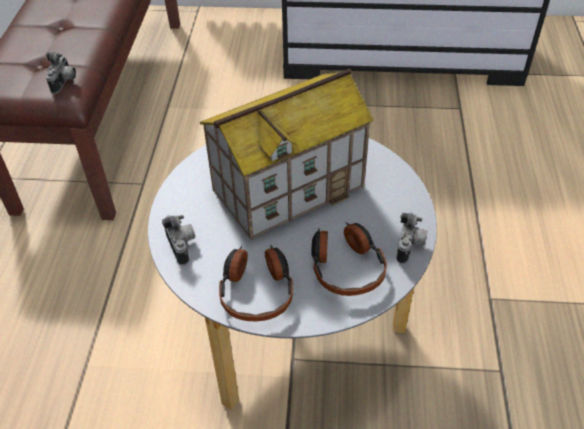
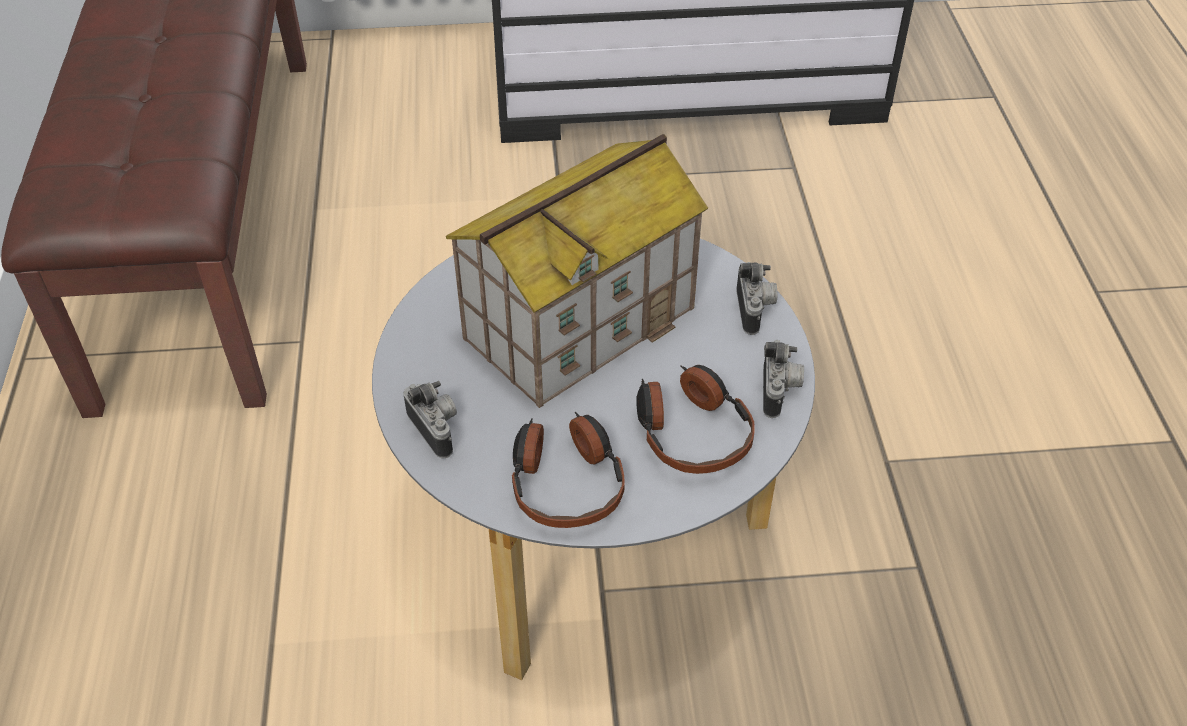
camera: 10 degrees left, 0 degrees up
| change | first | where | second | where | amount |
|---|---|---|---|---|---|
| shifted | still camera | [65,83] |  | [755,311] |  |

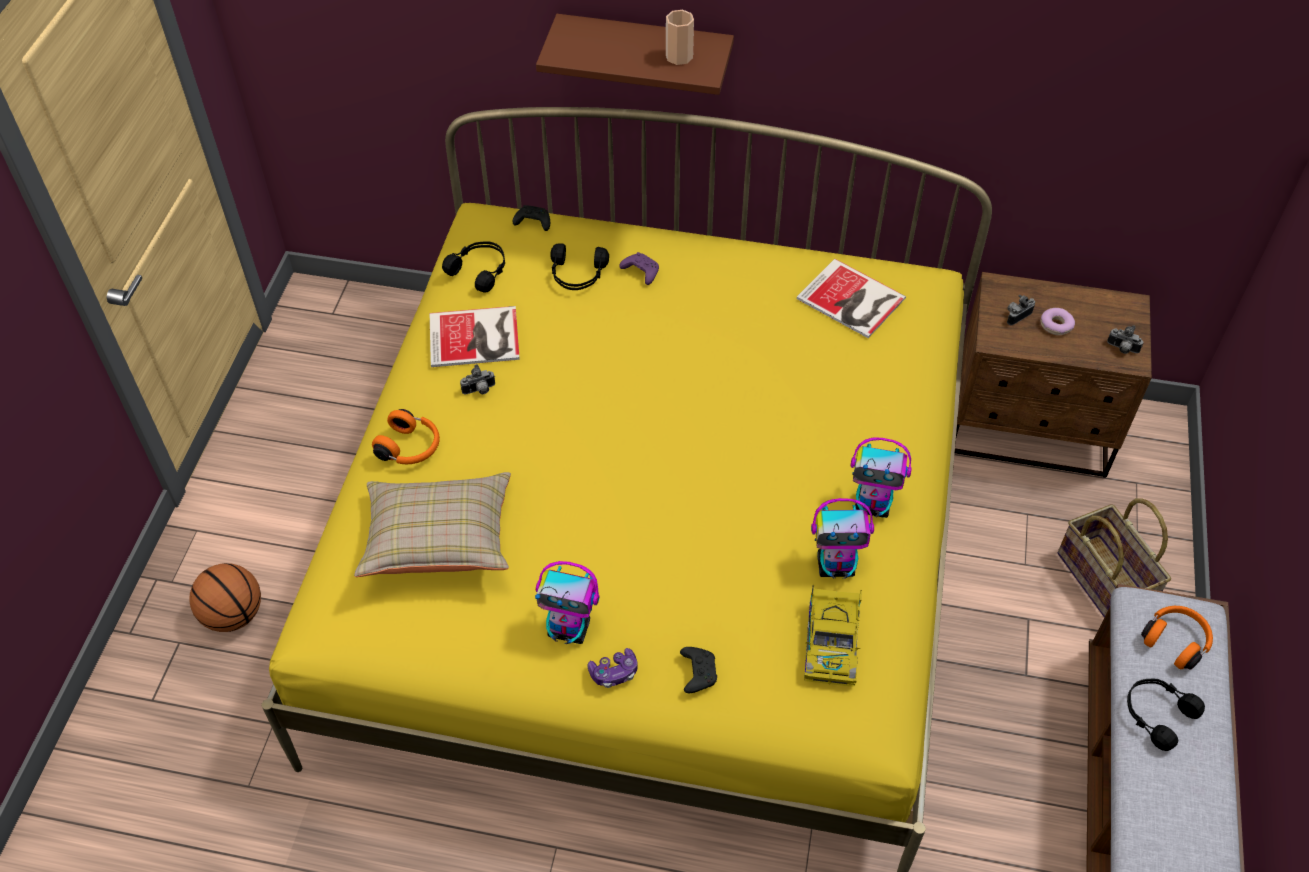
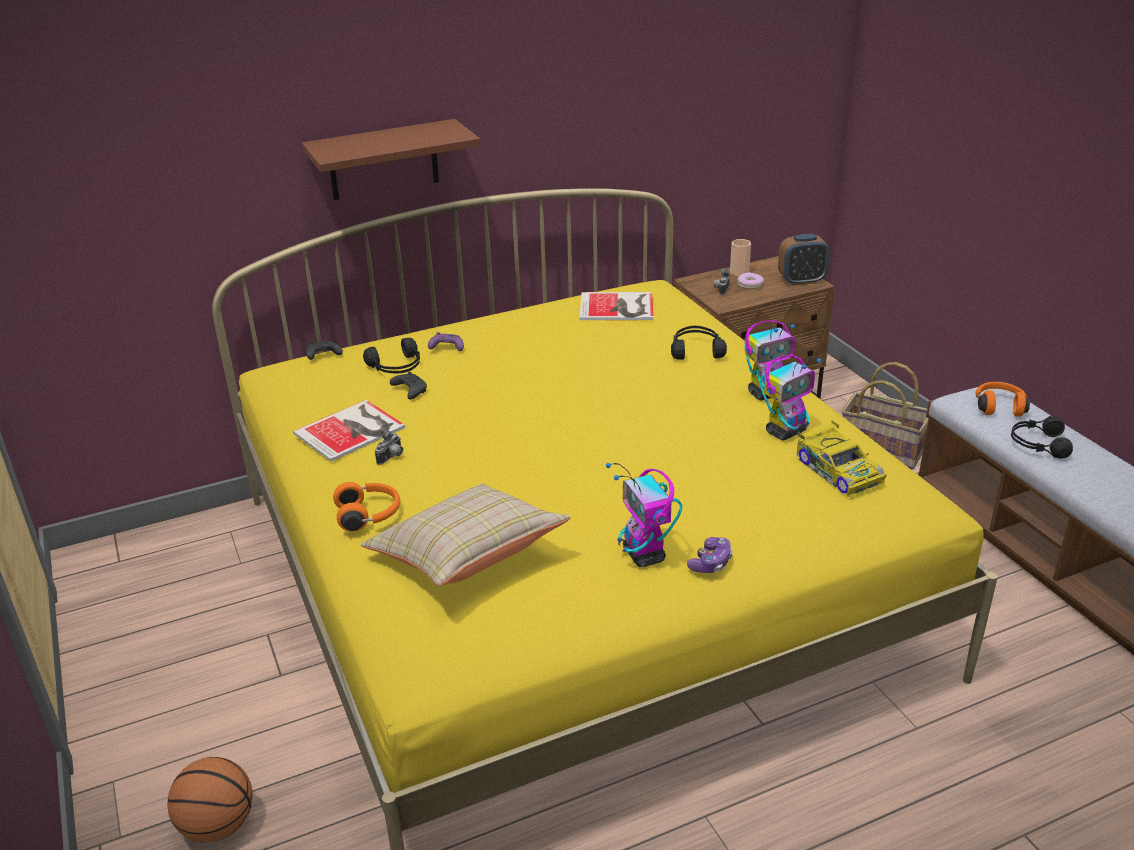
camera: 35 degrees left, 20 degrees down
| change | first | where | second | where | amount |
|---|---|---|---|---|---|
| shifted | gamepad (blackish) | [697,672] |  | [409,391] |  |
| rotated | robot figure | [570,629] |  | [644,555] | 90 degrees clockwise |
| shifted | pair of headphones (blackish) | [480,270] |  | [696,350] |  |
| shifted | drinking cup | [679,56] |  | [739,272] |  |
| swapped | still camera | [1122,349] | table clock | [801,281] |  |

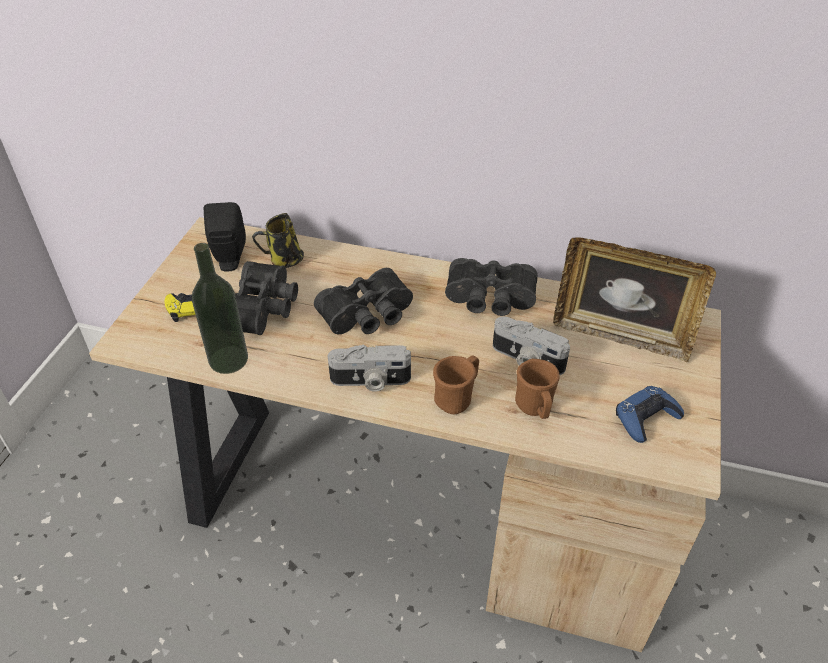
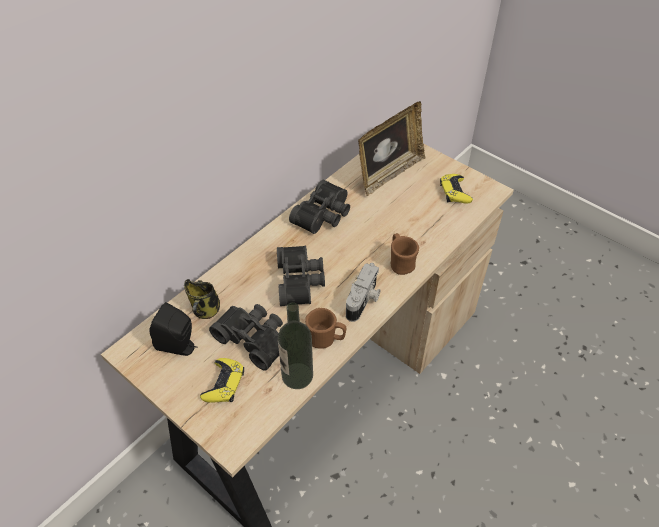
camera: 65 degrees left, 5 degrees up
| change | first | where | second | where | amount |
|---|---|---|---|---|---|
| shifted | coffee mug (brown) | [535,408] |  | [325,340] |  |
| repainted | gamepad (blue) | [646,418] | gamepad (yellow) | [455,192] |  |
| gone | still camera | [526,359] |  |  |  |

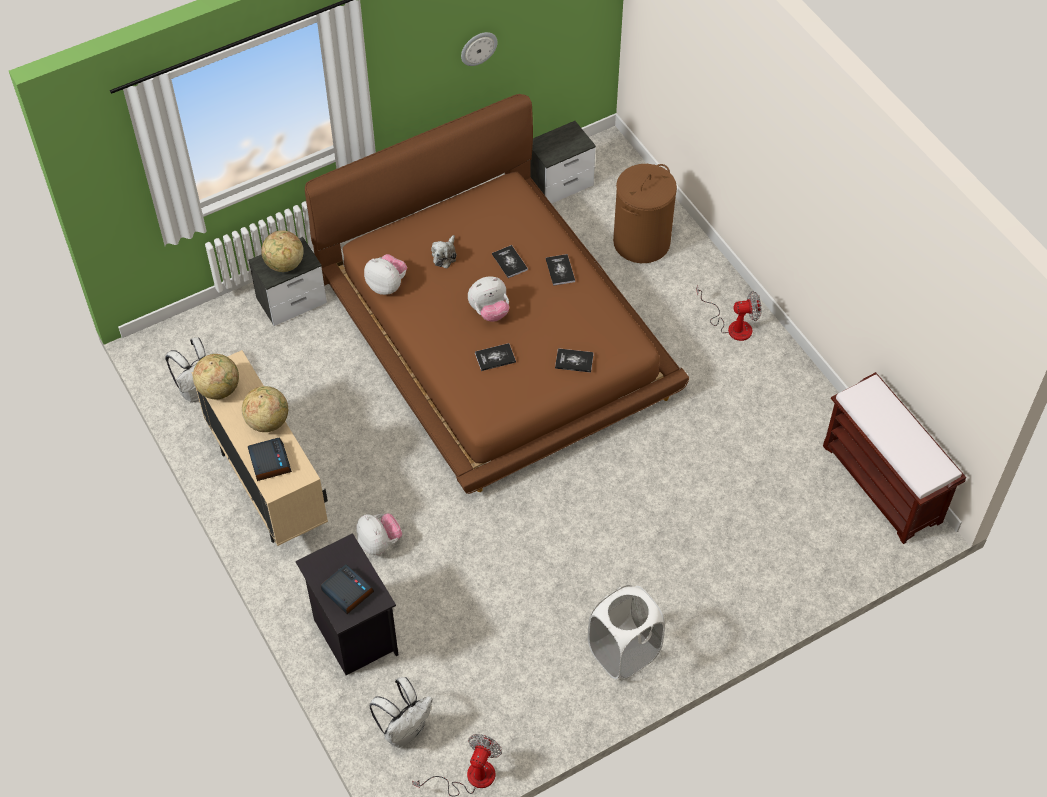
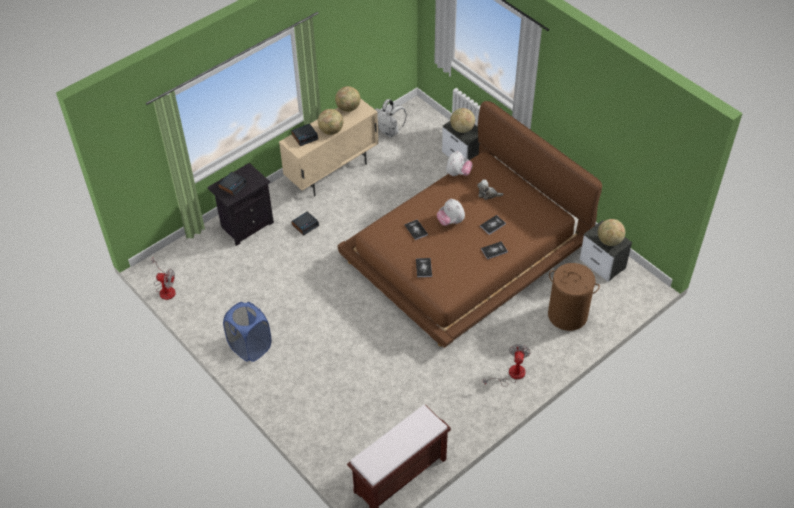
camera: 80 degrees right, 5 degrees down
| change | first | where | second | where | amount |
|---|---|---|---|---|---|
| repainted | washing basket (white-coloured) | [623,652] | washing basket (blue) | [250,347] |  |
| swapped | cuddly toy | [379,543] | table clock | [305,225] |  |
| rotated | fan | [732,326] |  | [511,375] | 150 degrees counterclockwise |
| new |  |  | desk globe | [609,241] |  |
| gone | rucksack (white-coloured) | [404,730] |  |  |  |
| gone | hanging clock | [478,48] |  |  |  |

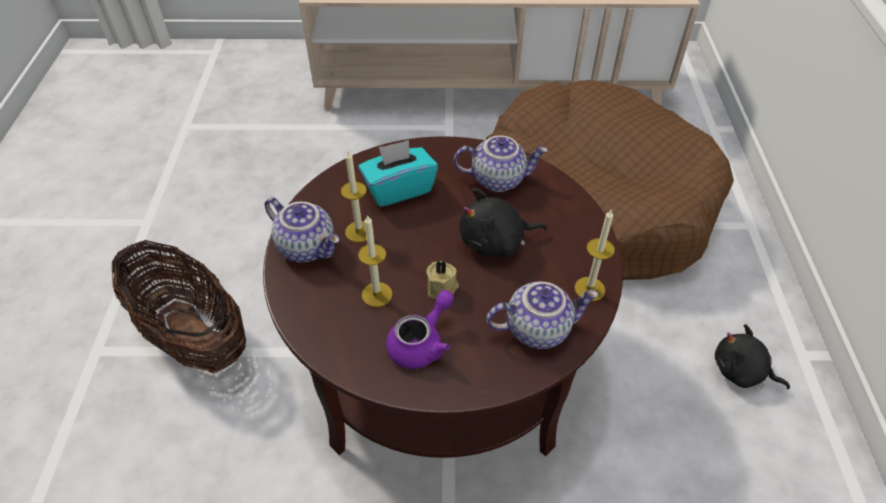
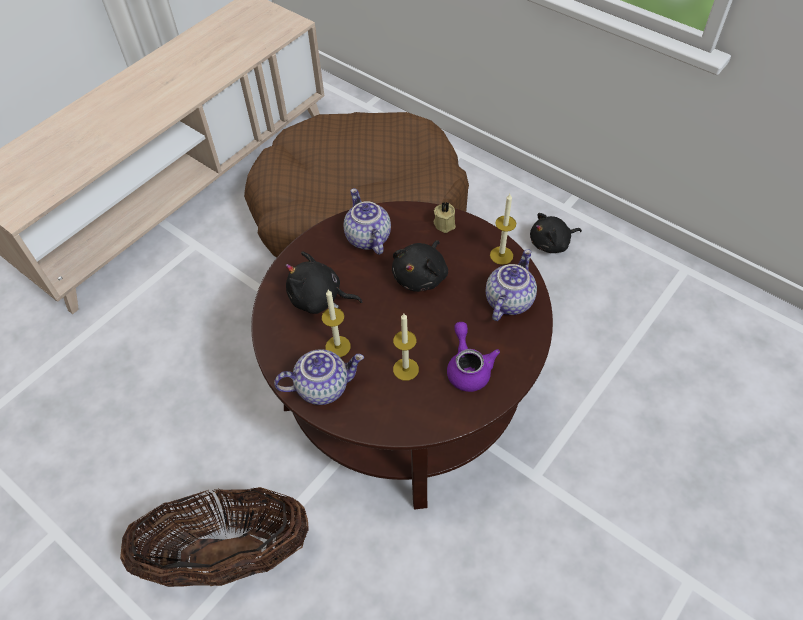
camera: 50 degrees left, 5 degrees up
| change | first | where | second | where | amount |
|---|---|---|---|---|---|
| swapped | box of tissues (blue-green) | [398,189] | cuddly toy (blackish) | [319,299] |  |
| rotated | pot for tea | [498,179] |  | [367,238] | 60 degrees counterclockwise |
| shifted | wax candle (beige-coloured) | [443,289] |  | [445,223] |  |

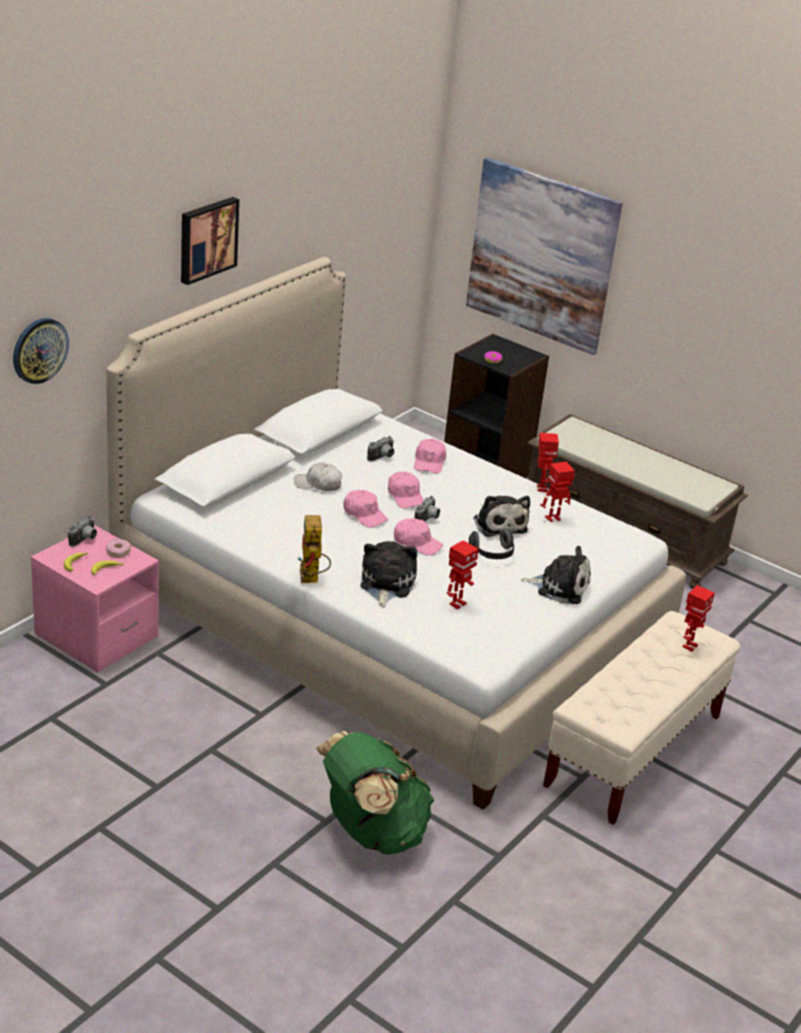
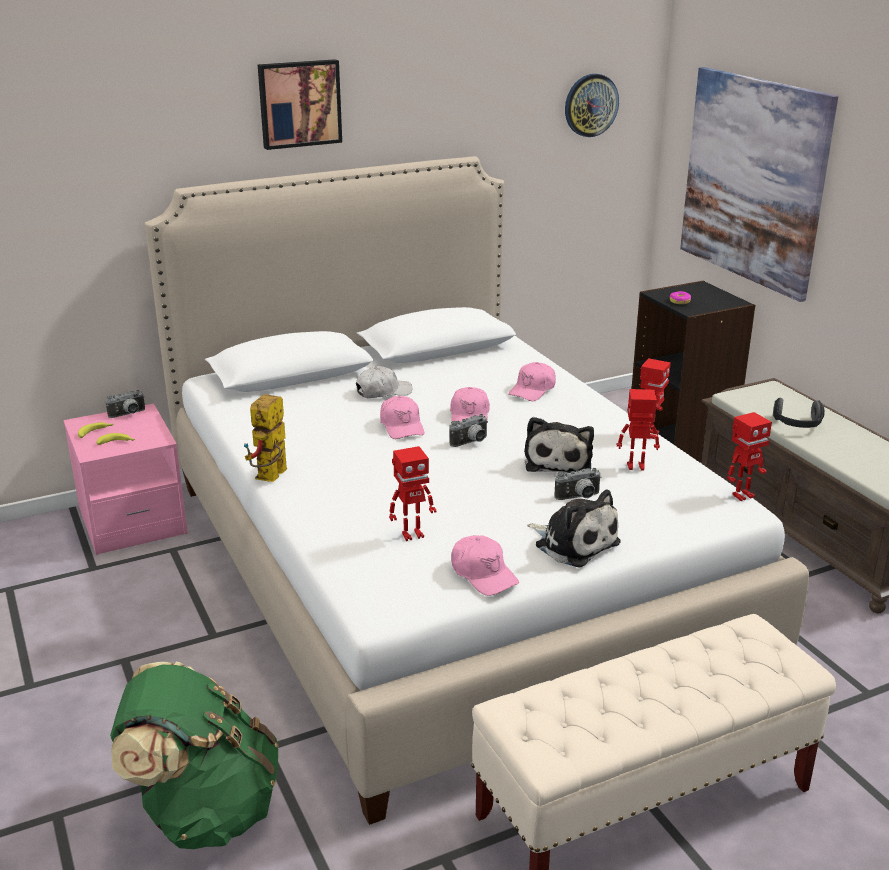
camera: 30 degrees right, 5 degrees down
| change | first | where | second | where | amount |
|---|---|---|---|---|---|
| rotated | peaked cap (white-coloured) | [318,484] |  | [383,392] | 120 degrees clockwise |
| shifted | peaked cap (pinkish) | [417,543] |  | [483,574] |  |
| shifted | still camera | [382,458] |  | [579,498] |  |
| shifted | hanging clock | [39,350] |  | [590,105] |  |
| shifted | robot figure | [689,646] |  | [742,495] |  |
| shifted | pair of headphones | [492,554] |  | [797,425] |  |
| gone | doughnut | [118,551] |  |  |  |
| gone | cuddly toy | [386,584] |  |  |  |

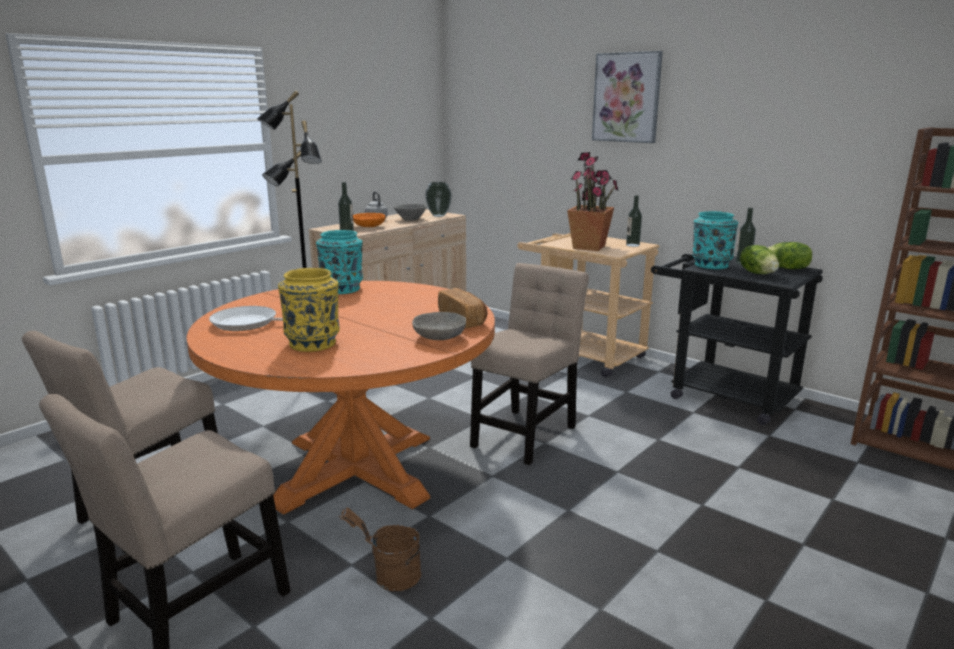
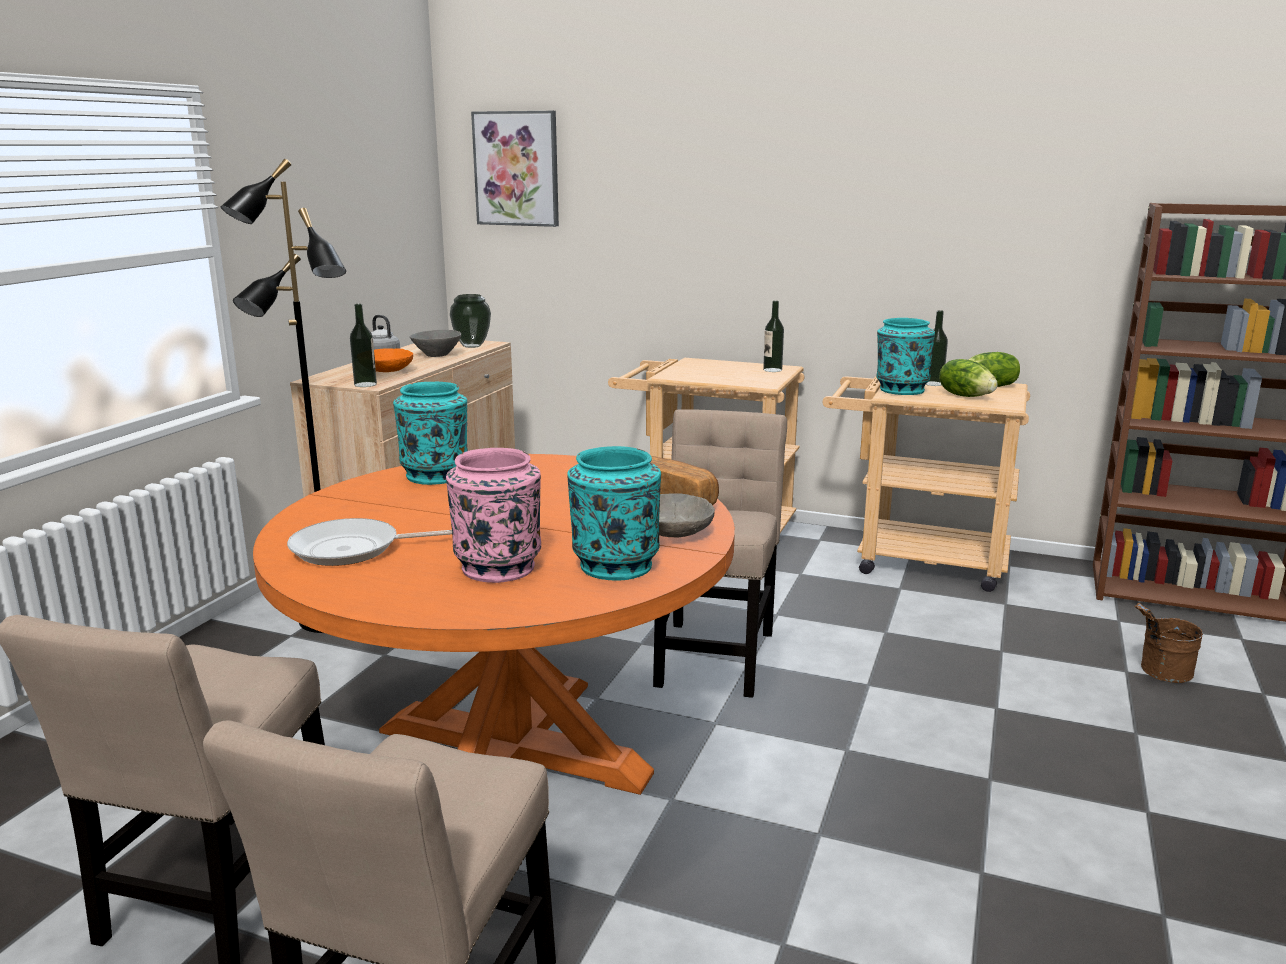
camera: 20 degrees left, 0 degrees up
| change | first | where | second | where | amount |
|---|---|---|---|---|---|
| repainted | flower vase (yellow) | [313,343] | flower vase (pinkish) | [497,567] |  |
| shifted | wall art | [626,97] |  | [516,169] |  |
| new |  |  | flower vase (blue-green) | [615,565] |  |
| repainted | wheeled cart (blackish) | [721,394] | wheeled cart (beige-coloured) | [916,560] |  |
| shifted | water bucket (brown) | [389,577] |  | [1160,673] |  |
| gone | plant in a pot | [589,247] |  |  |  |

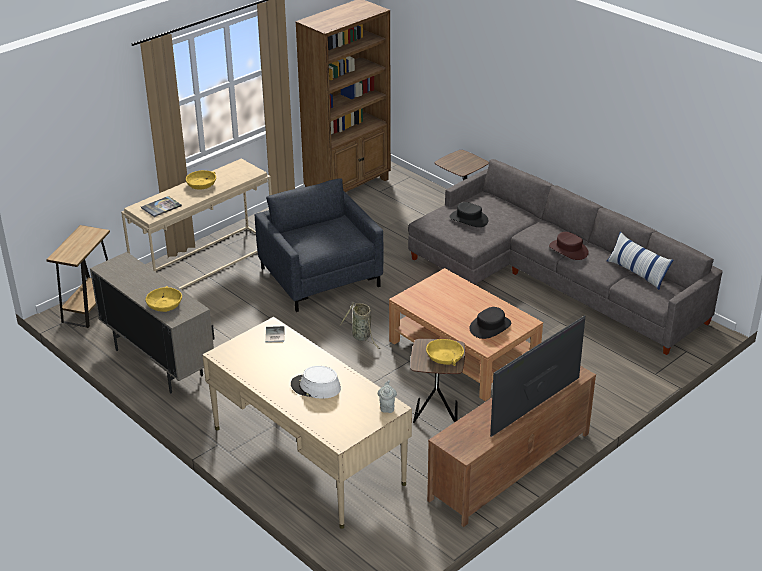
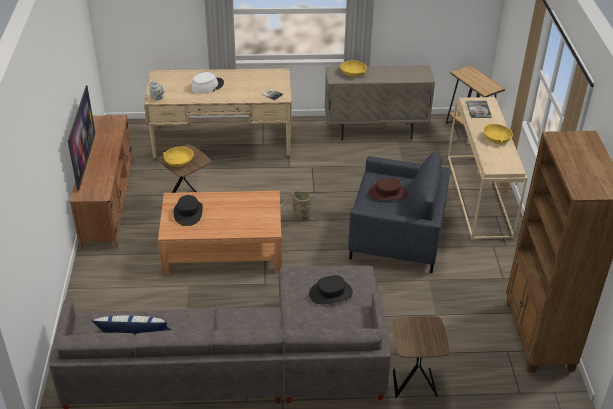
camera: 130 degrees right, 5 degrees up
| change | first | where | second | where | amount |
|---|---|---|---|---|---|
| shifted | hat (brown) | [568,250] |  | [387,193] |  |

